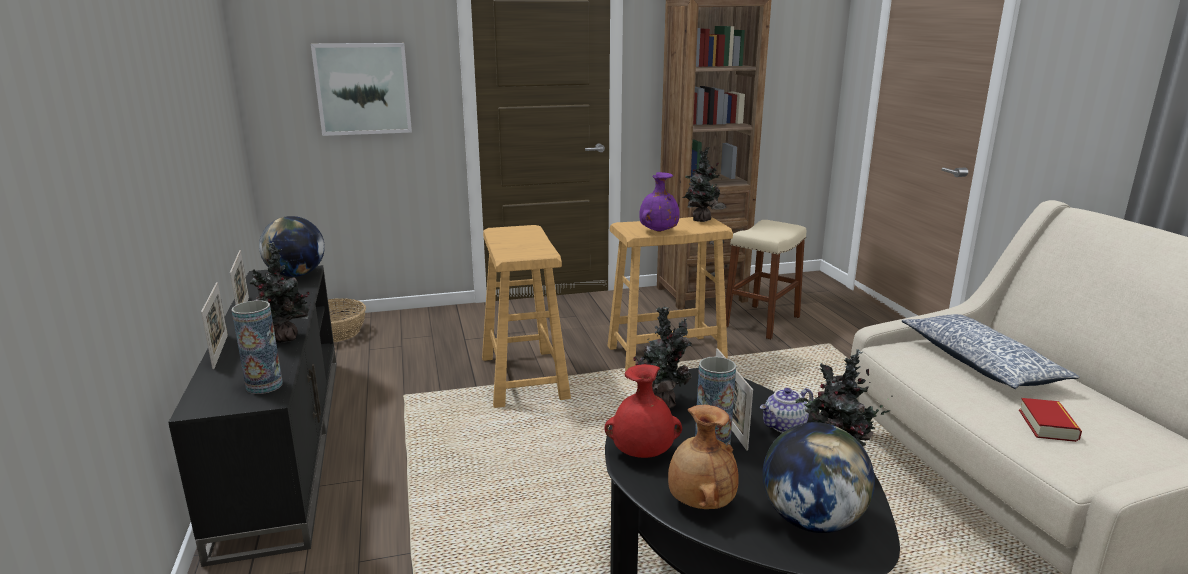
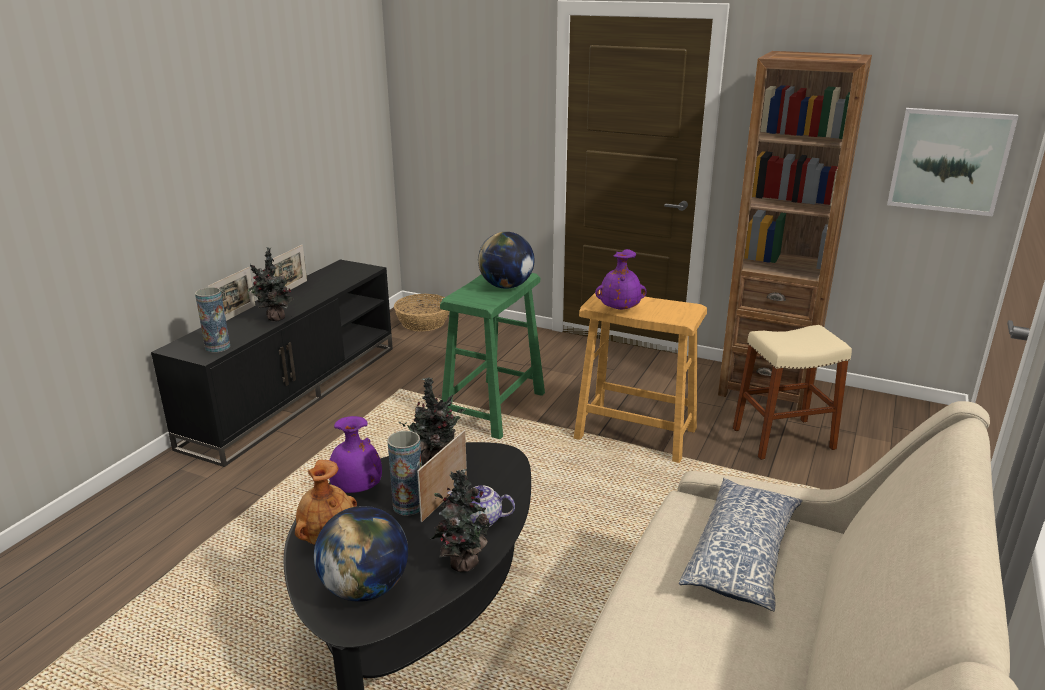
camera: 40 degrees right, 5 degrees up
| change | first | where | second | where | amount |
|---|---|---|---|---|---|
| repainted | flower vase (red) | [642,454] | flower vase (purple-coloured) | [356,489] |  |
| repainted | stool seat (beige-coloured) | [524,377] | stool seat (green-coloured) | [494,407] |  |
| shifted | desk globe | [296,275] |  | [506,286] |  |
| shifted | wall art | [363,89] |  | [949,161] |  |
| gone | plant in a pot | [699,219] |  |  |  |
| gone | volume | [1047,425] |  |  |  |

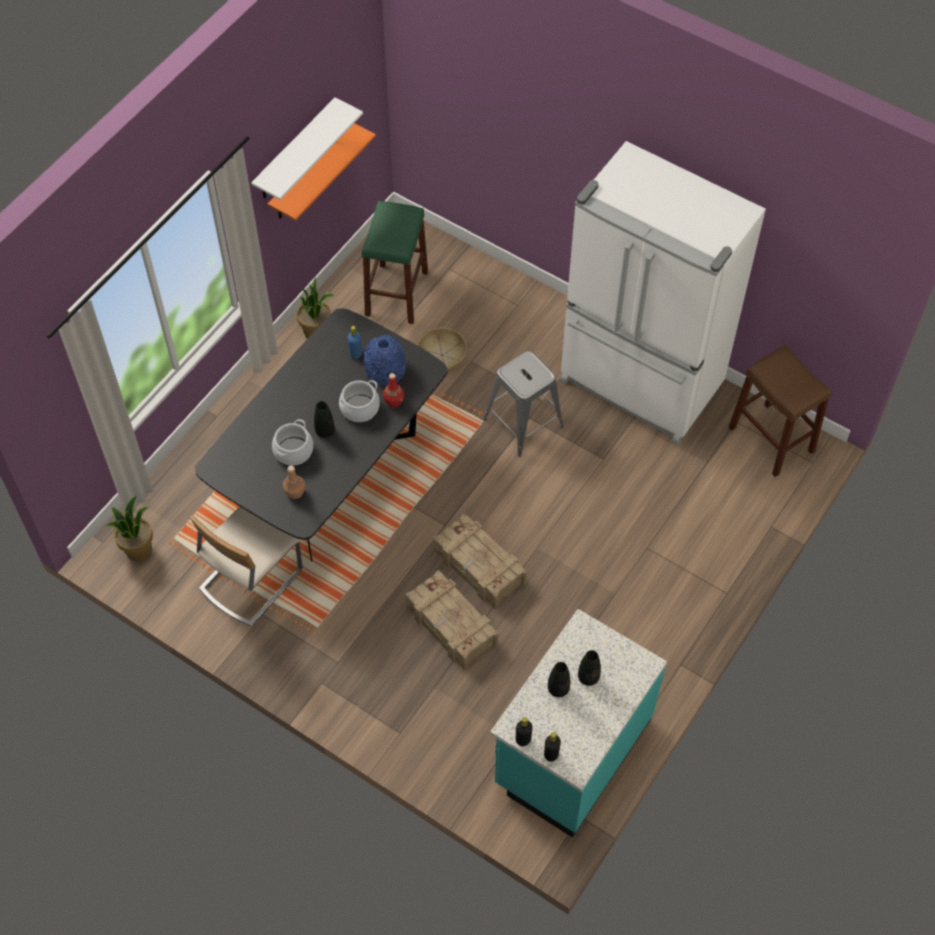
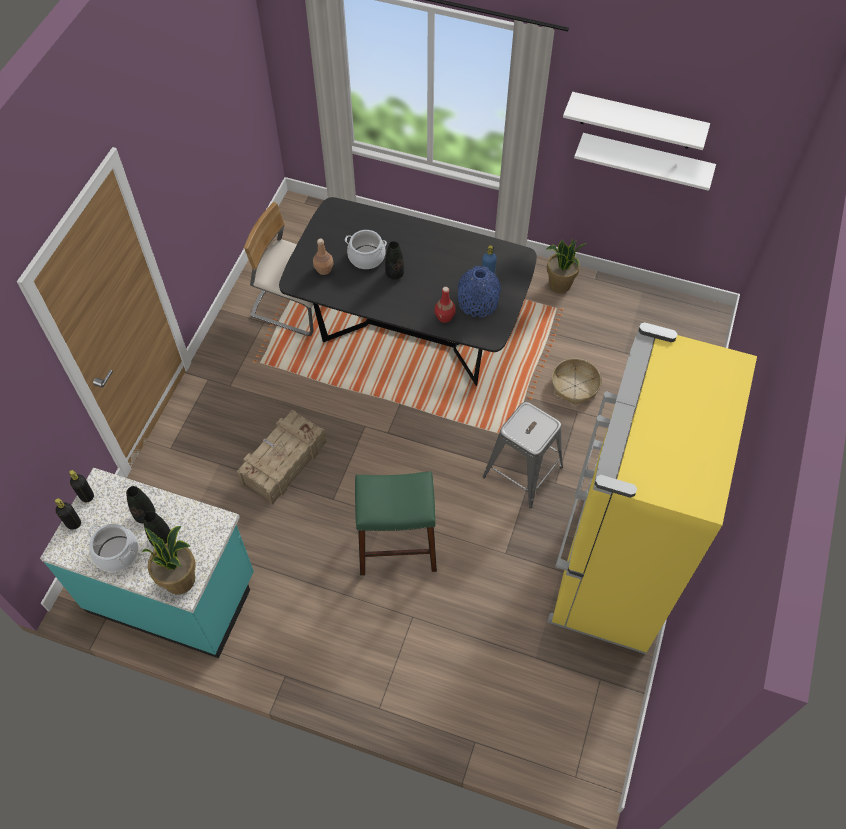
camera: 75 degrees right, 0 degrees up
| change | first | where | second | where | amount |
|---|---|---|---|---|---|
| shifted | saucepot | [360,408] |  | [117,553] |  |
| shifted | plant in a pot | [138,549] |  | [180,579] |  |
| shifted | stool seat (green-coloured) | [396,293] |  | [397,548] |  |
| repainted | kitchen fridge (white-coloured) | [640,385] | kitchen fridge (yellow) | [610,570] |  |
| repainted | wall shelf (orange) | [309,172] | wall shelf (white-coloured) | [645,161] |  |
| gone | crate | [479,568] |  |  |  |
| gone | stool seat (brown) | [771,439] |  |  |  |

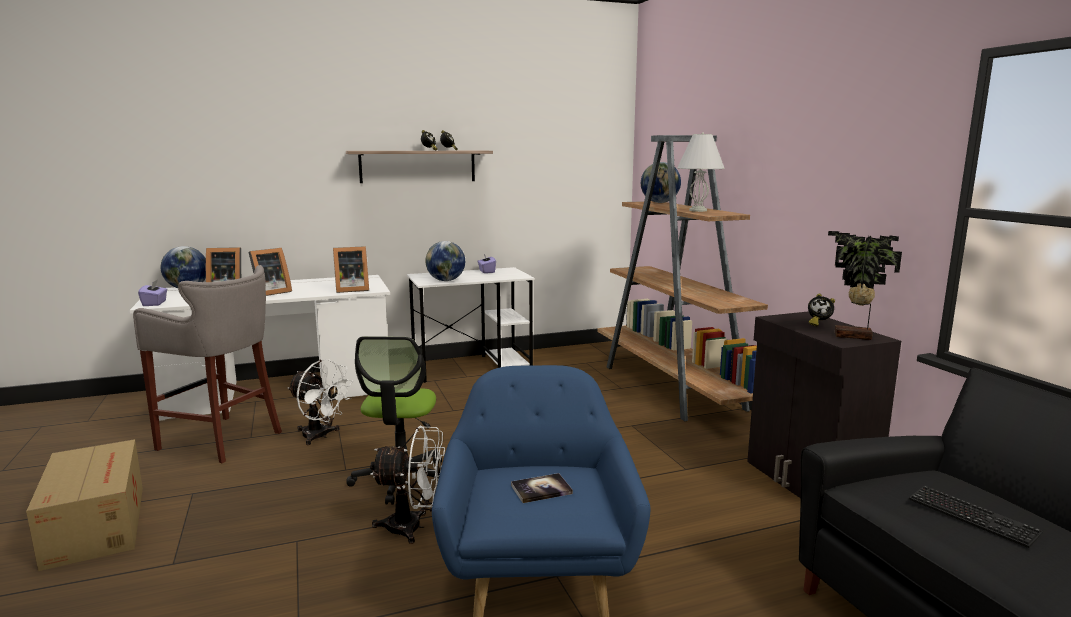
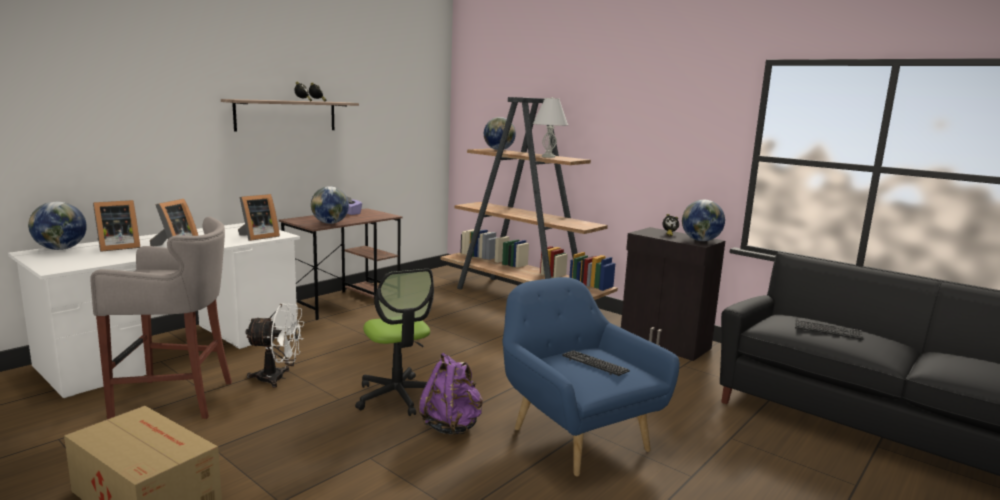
camera: 30 degrees left, 0 degrees up
| change | first | where | second | where | amount |
|---|---|---|---|---|---|
| repainted | desk table (white-coloured) | [473,366] | desk table (brown) | [344,301] |  |
| swapped | fan (white-coloured) | [413,527] | rucksack (purple-coloured) | [452,426] |  |
| swapped | volume | [541,489] | computer keyboard | [595,364] |  |
| swapped | plant in a pot | [854,337] | desk globe | [700,240] |  |
| gone | box of tissues (purple-coloured) | [155,303] |  |  |  |

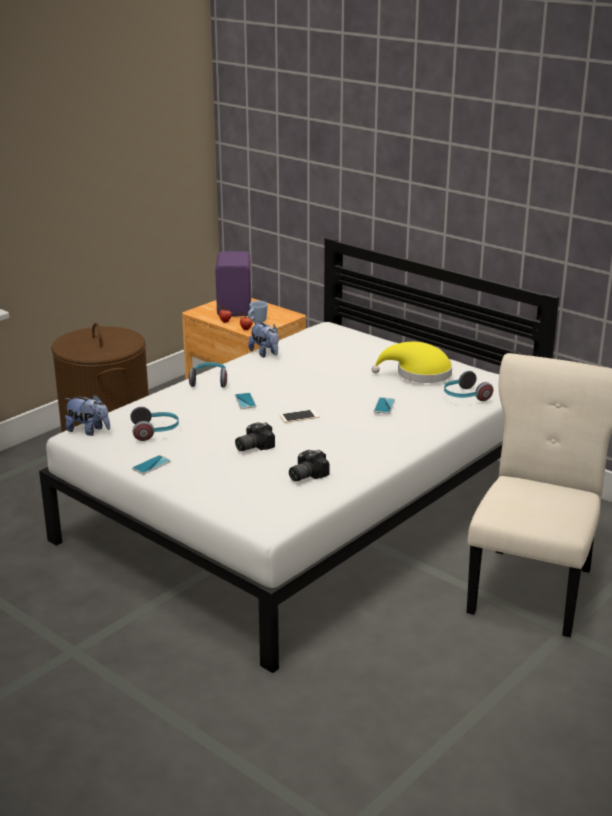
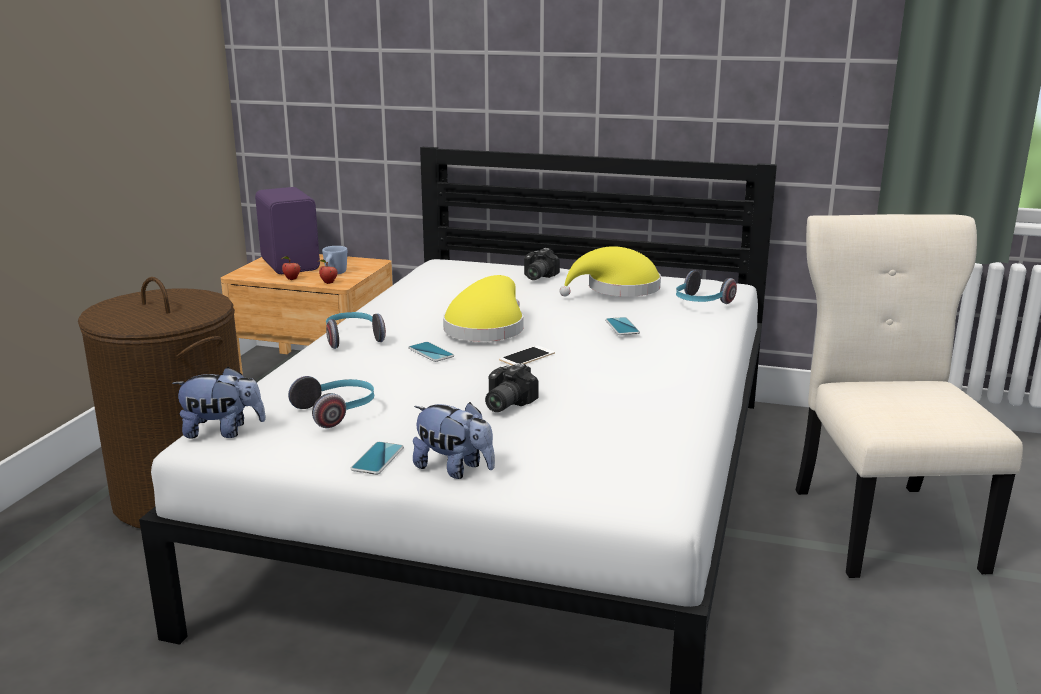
camera: 25 degrees left, 5 degrees down
| change | first | where | second | where | amount |
|---|---|---|---|---|---|
| shifted | cuddly toy | [265,353] |  | [454,469] |  |
| new |  |  | hat (yellow) | [486,328] |  |
| shifted | still camera | [305,475] |  | [536,276] |  |

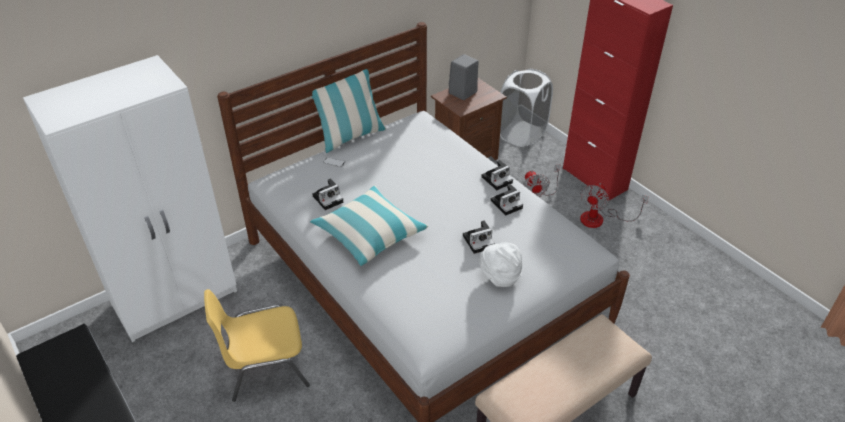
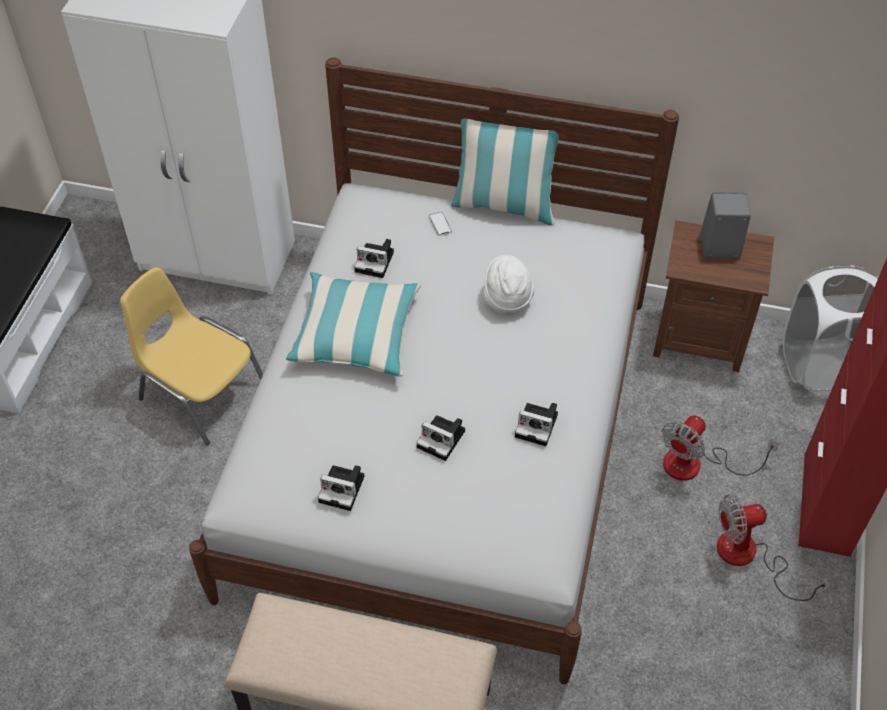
camera: 50 degrees right, 10 degrees up
| change | first | where | second | where | amount |
|---|---|---|---|---|---|
| shifted | still camera | [497,179] |  | [343,489] |  |
| shifted | hat (white-coloured) | [499,277] |  | [506,299] |  |

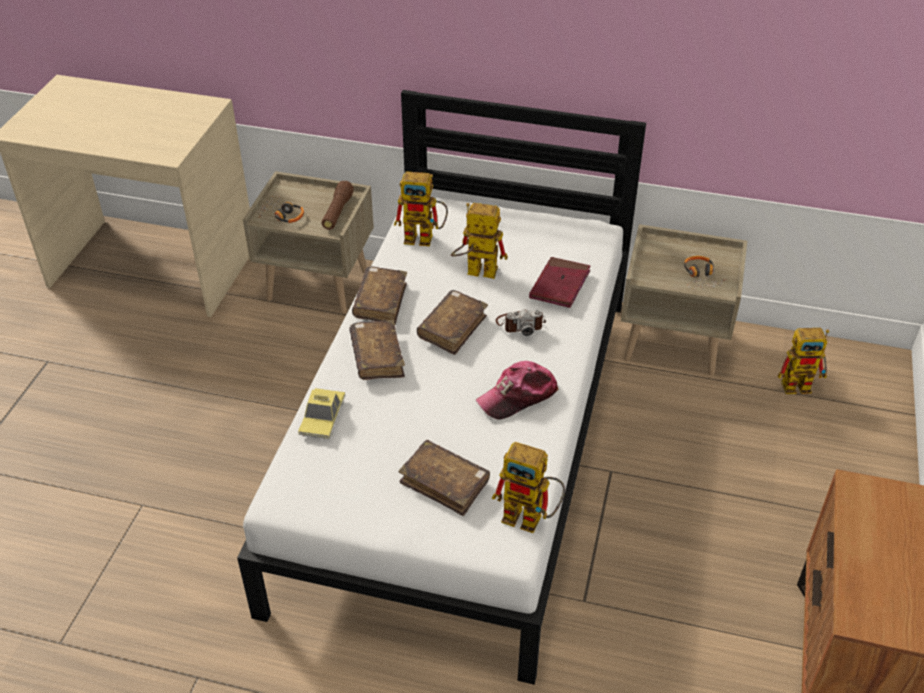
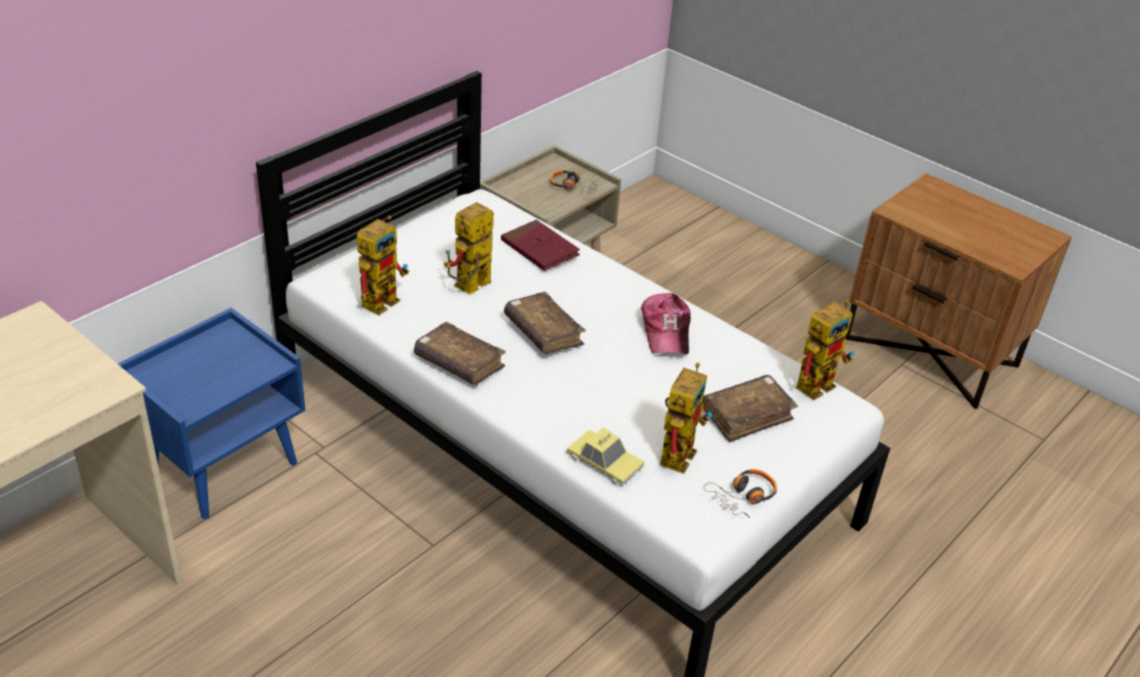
camera: 65 degrees left, 5 degrees down
| change | first | where | second | where | amount |
|---|---|---|---|---|---|
| repainted | nightstand (beige-coloured) | [319,285] | nightstand (blue) | [224,465] |  |
| shifted | robot figure | [802,384] |  | [677,450] |  |
| shifted | pair of headphones | [282,215] |  | [743,497] |  |
| gone | flashlight (brown) | [337,212] |  |  |  |
| gone | volume (brown) | [377,357] |  |  |  |
| gone | still camera | [520,324] |  |  |  |

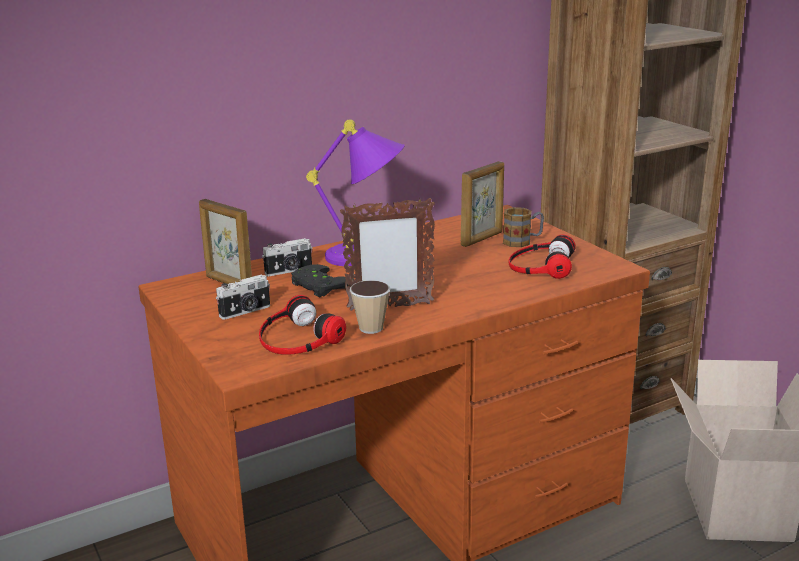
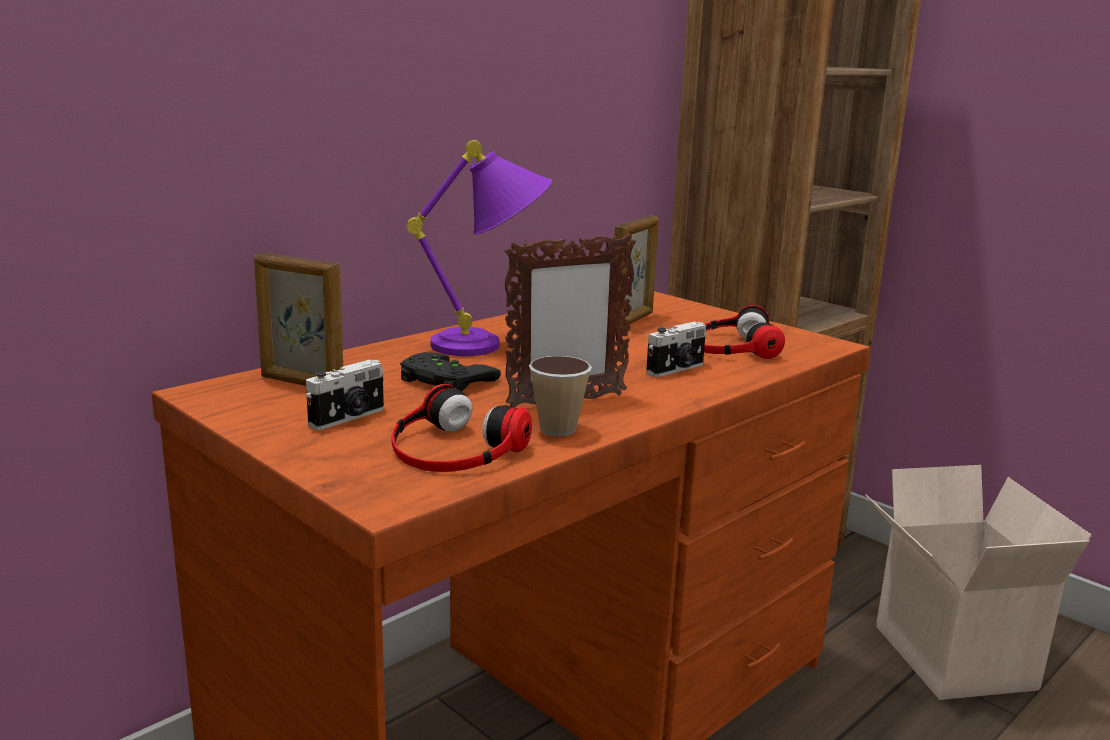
camera: 15 degrees left, 5 degrees down
| change | first | where | second | where | amount |
|---|---|---|---|---|---|
| shifted | still camera | [289,271] |  | [677,369] |  |
| gone | coffee mug | [522,241] |  |  |  |

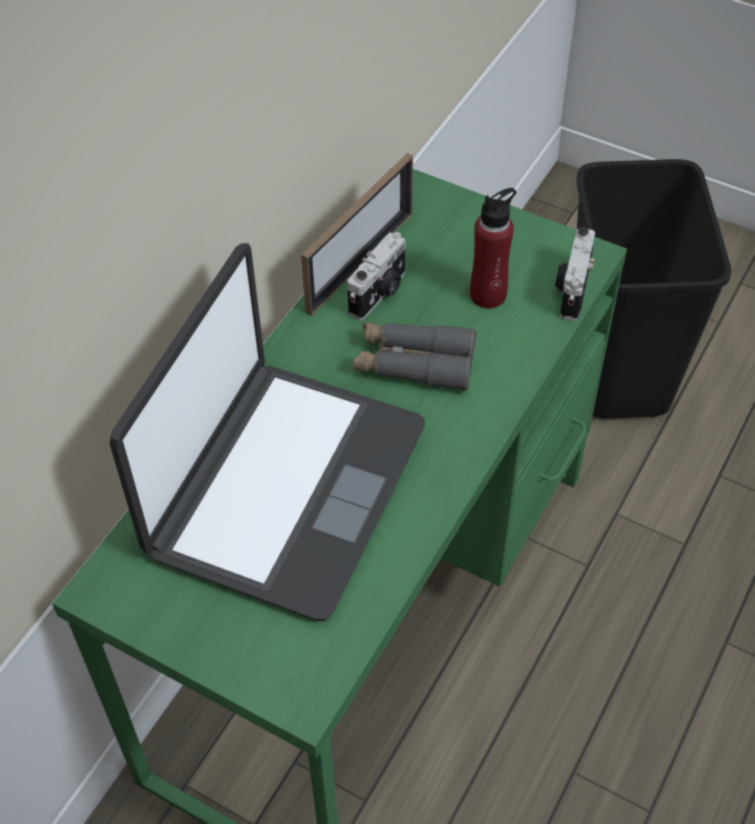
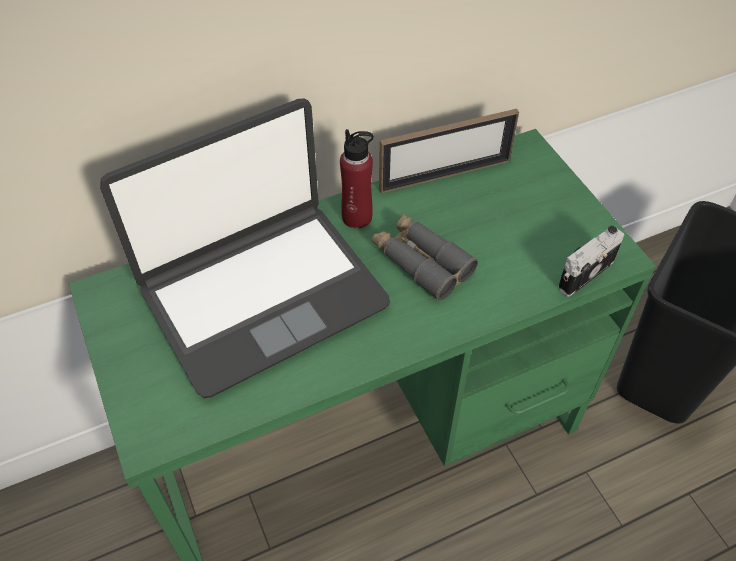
camera: 35 degrees right, 0 degrees up
| change | first | where | second | where | amount |
|---|---|---|---|---|---|
| shifted | bottle (red) | [488,295] |  | [357,217] |  |
| gone | still camera | [379,293] |  |  |  |

